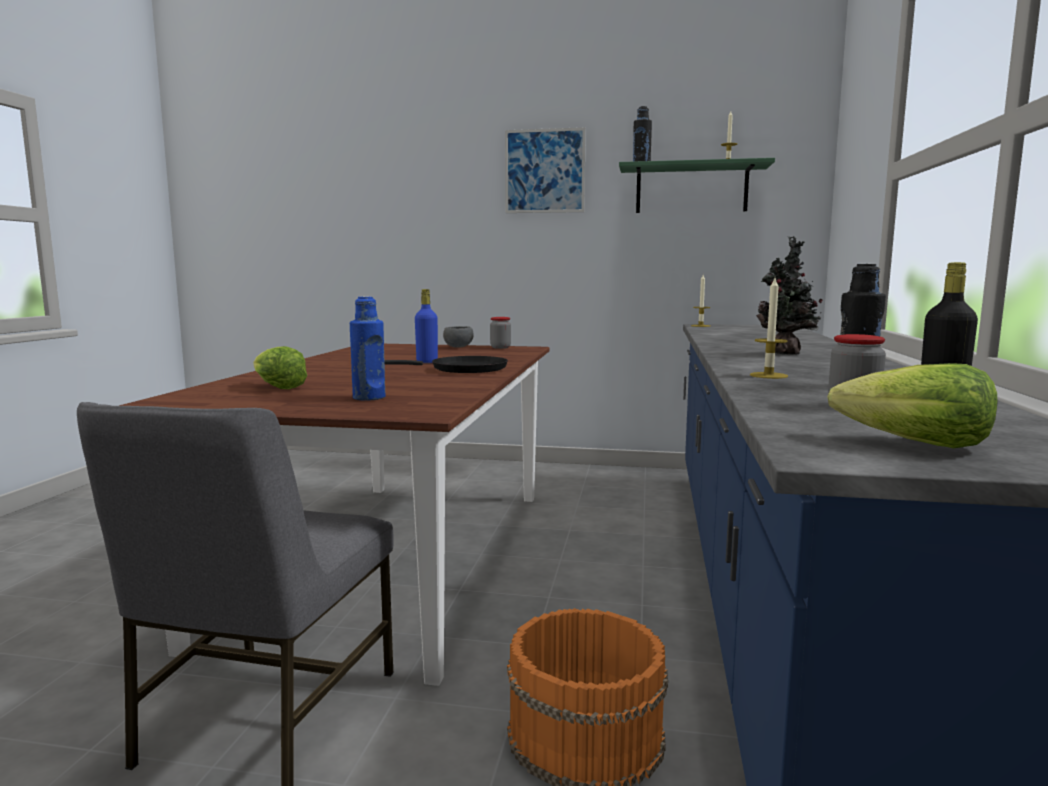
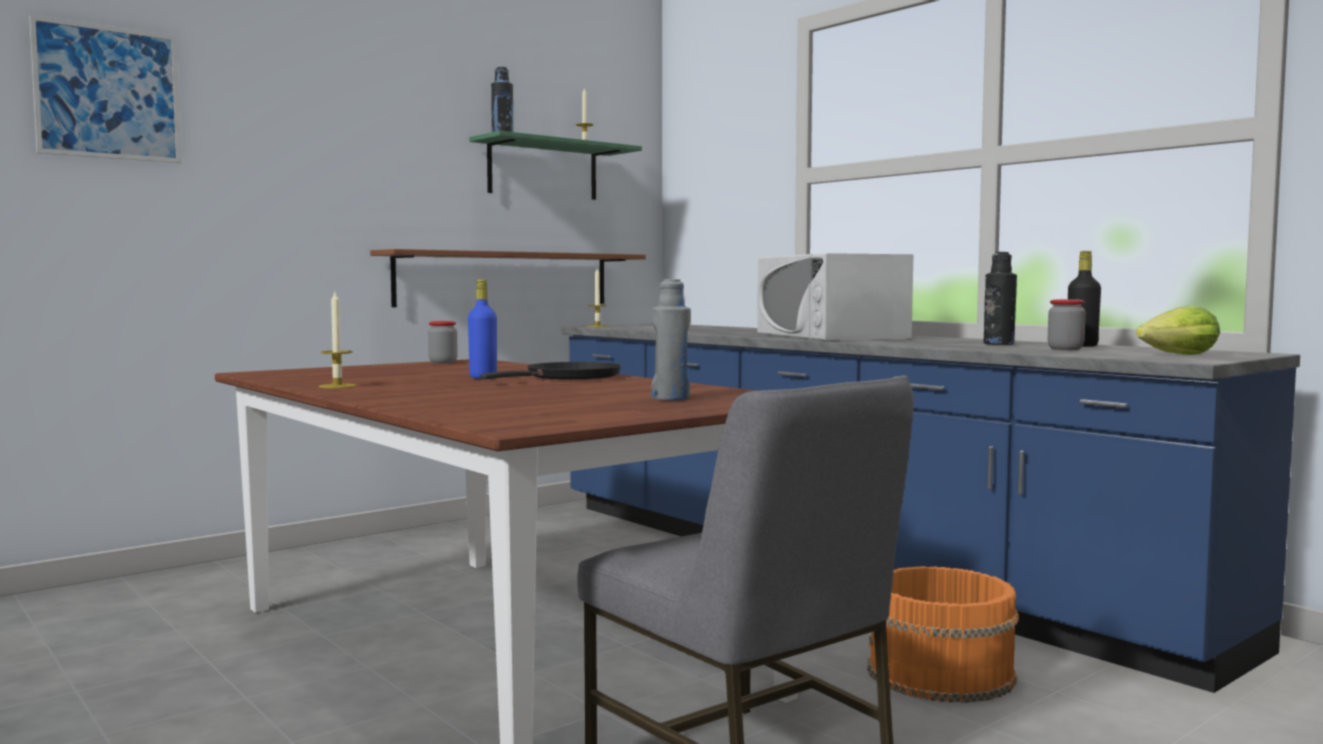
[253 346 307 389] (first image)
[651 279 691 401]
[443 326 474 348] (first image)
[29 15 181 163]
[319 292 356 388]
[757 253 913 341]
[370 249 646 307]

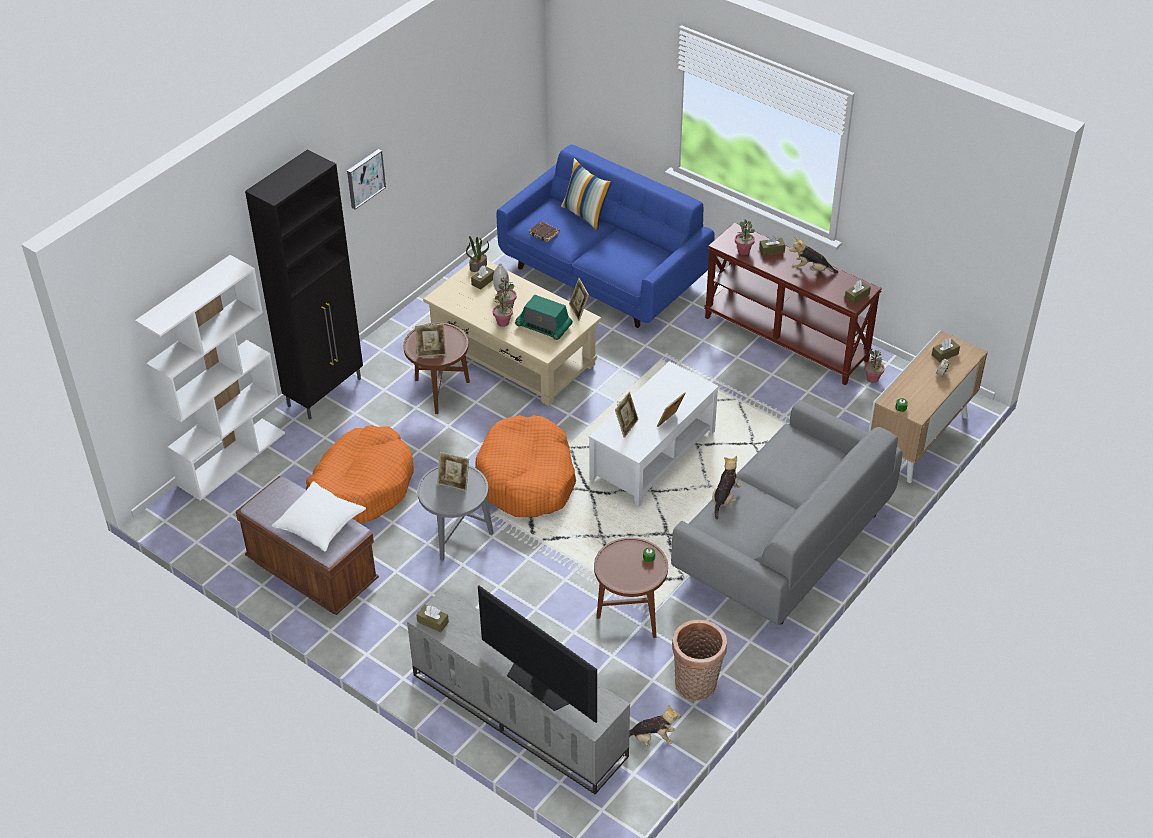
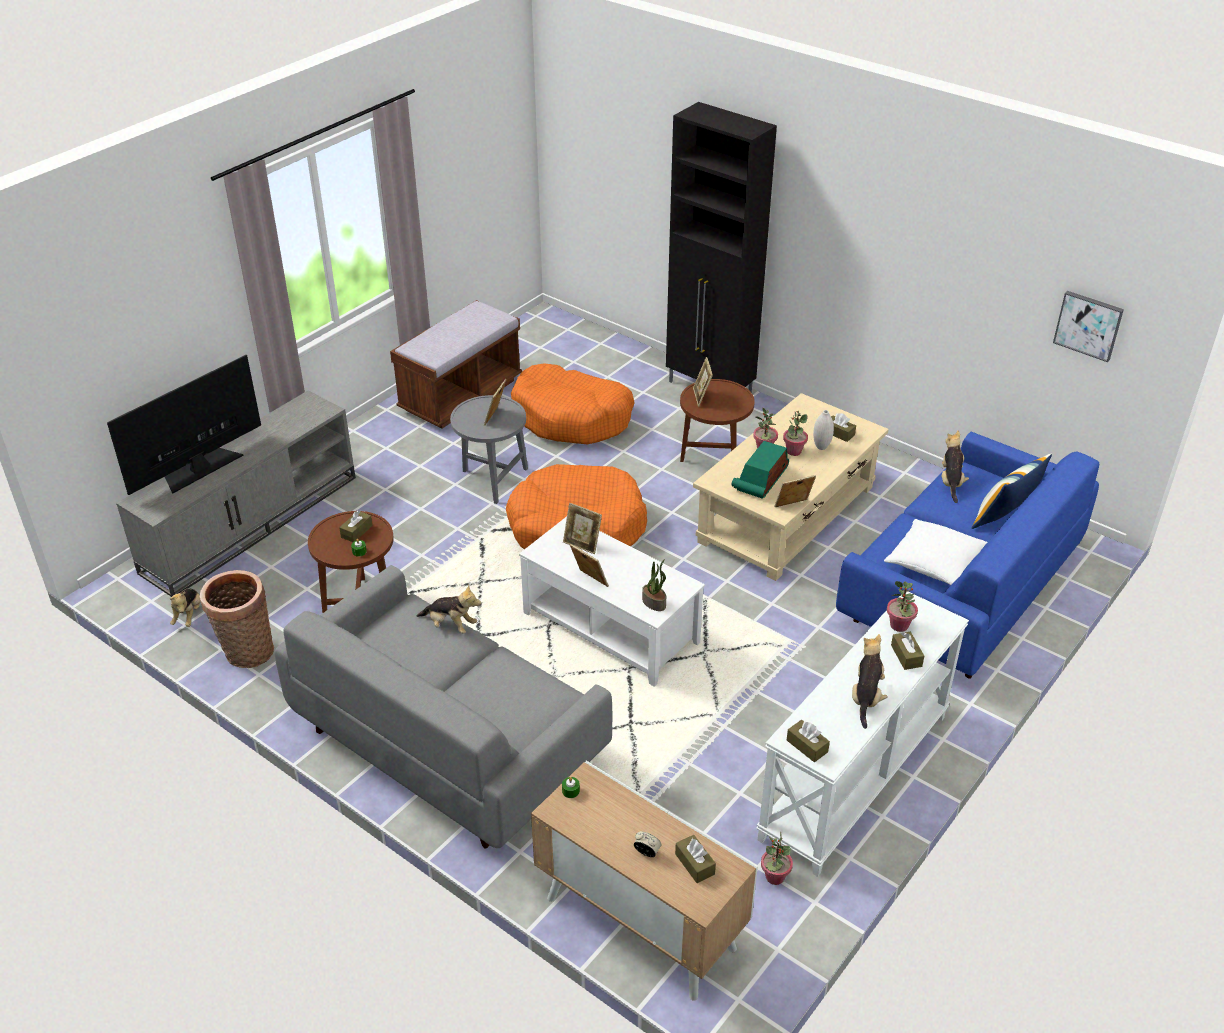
[135 255 285 501] (first image)
[884 519 987 585]
[1053 291 1124 362]
[339 510 373 542]
[642 559 666 611]
[941 430 969 503]
[756 591 969 877]

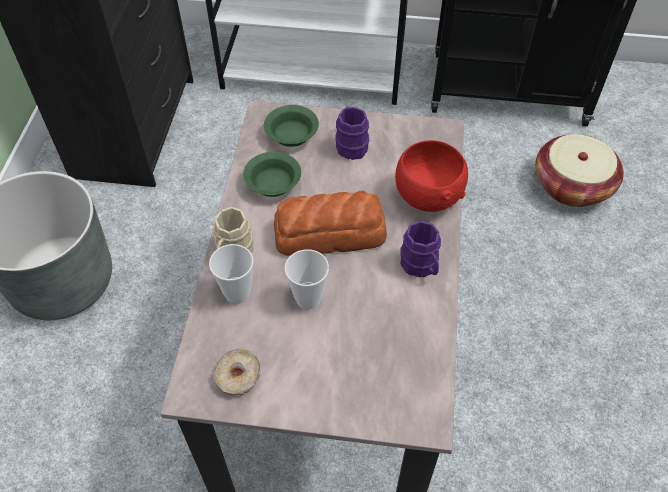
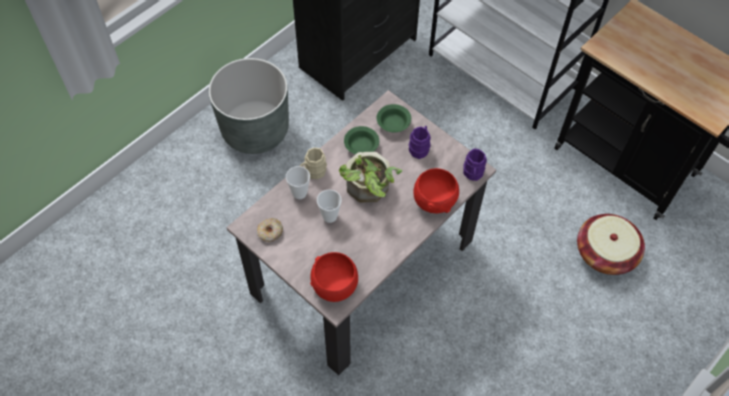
[339 152 403 203]
[463 149 487 181]
[310 252 358 302]

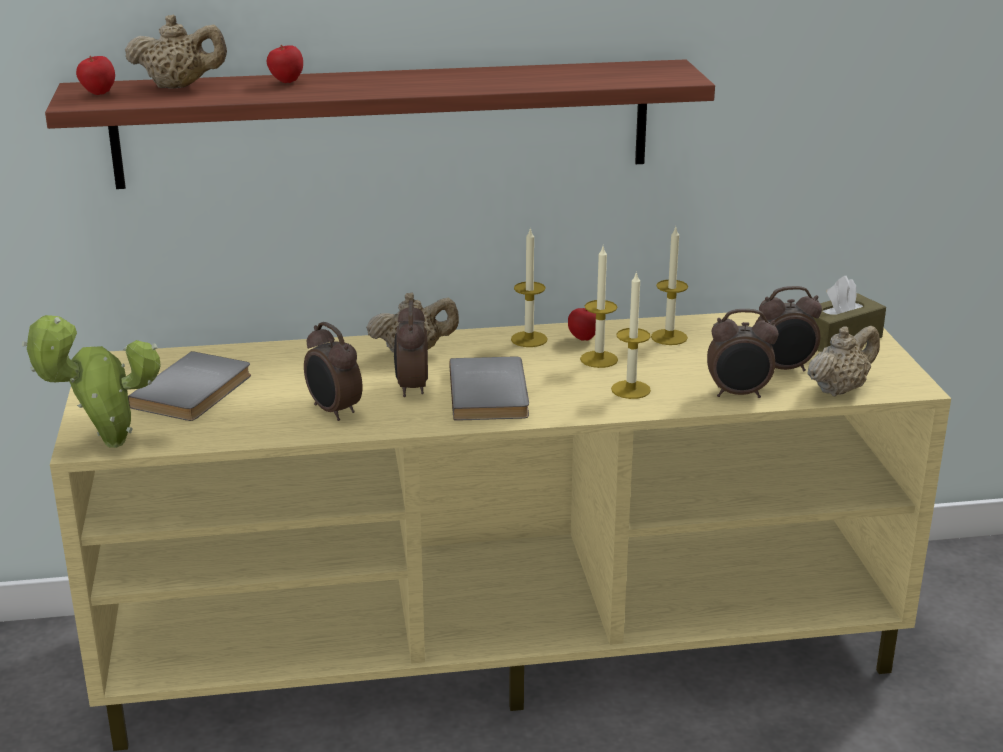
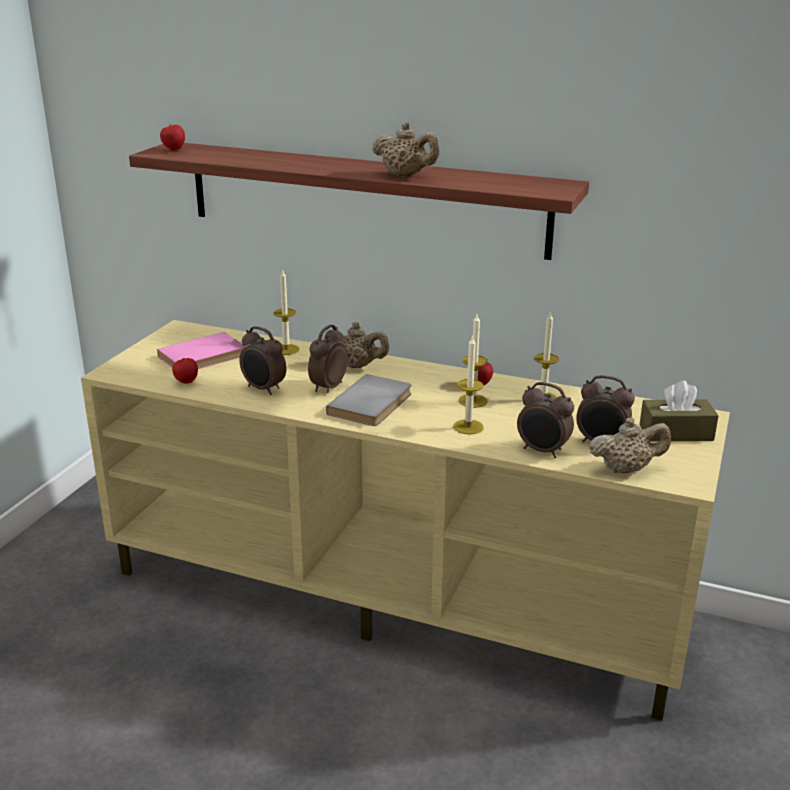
[22 315 161 448] (first image)
[372 122 439 176]
[157 332 246 369]
[172 358 198 384]
[239 326 286 395]
[274 269 299 355]

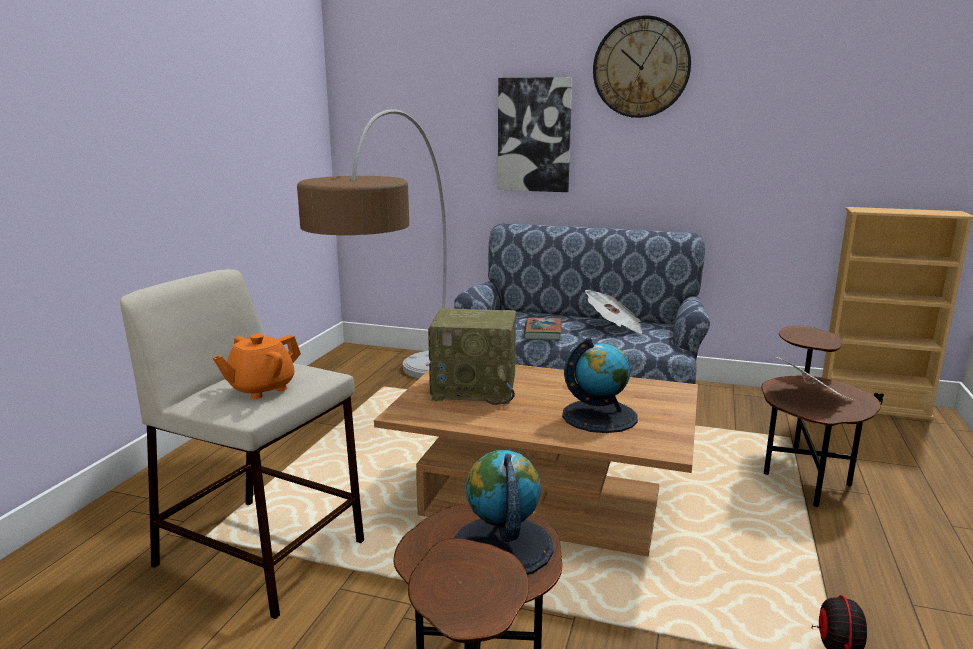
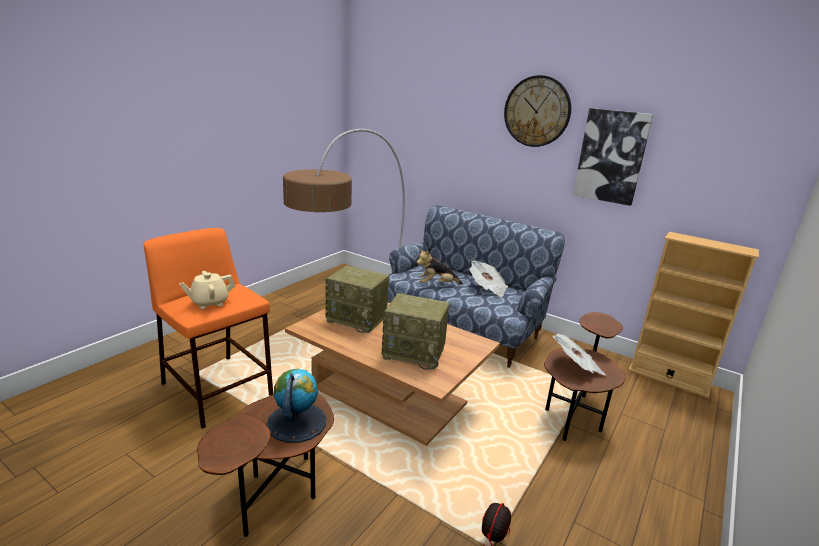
[144 228 273 429]
[179 271 235 309]
[573 108 653 206]
[416 249 463 284]
[382 293 450 370]

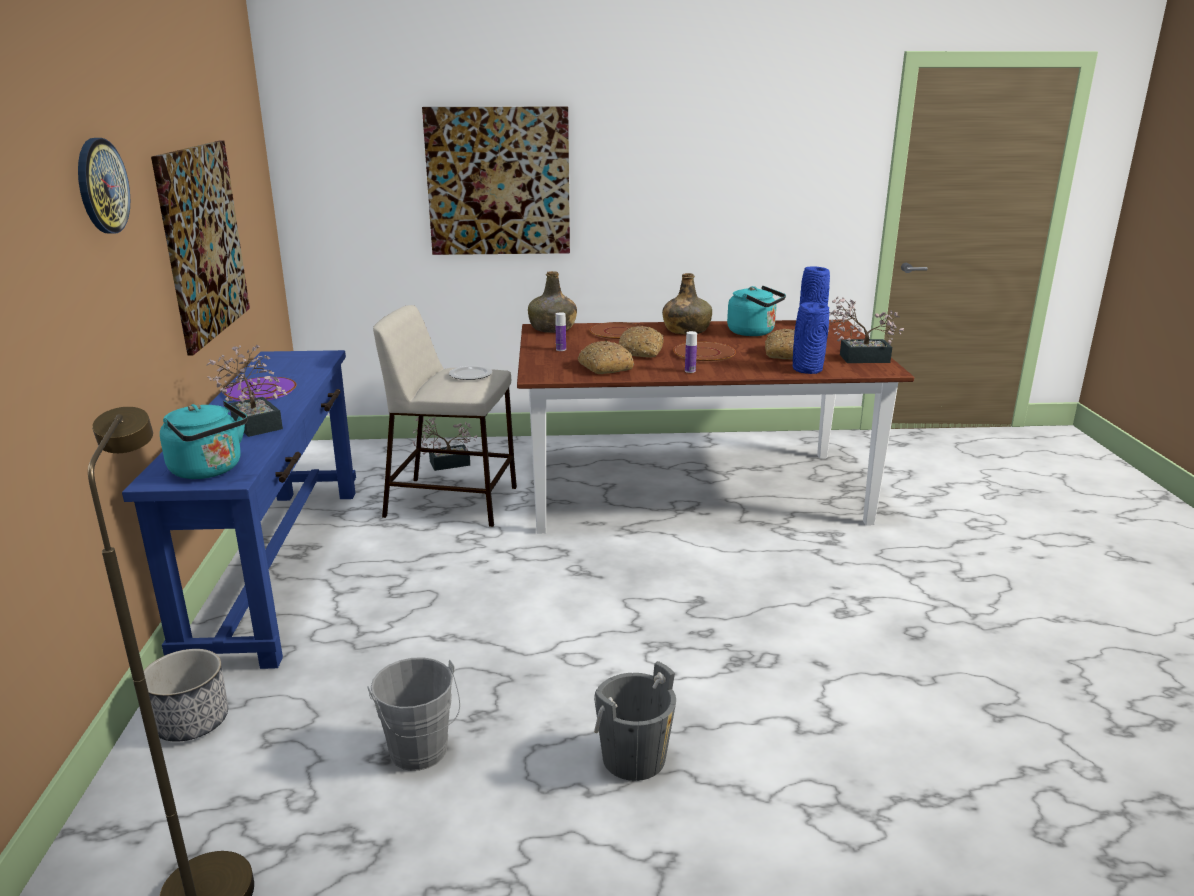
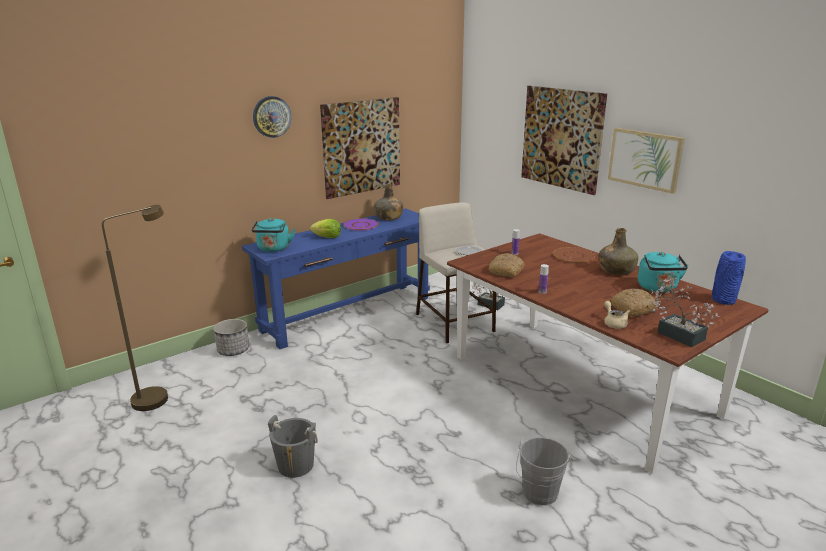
[310 219 341 238]
[516 437 571 506]
[374 184 403 220]
[619 326 664 357] (first image)
[673 342 736 362] (first image)
[604 301 630 329]
[608 128 685 194]

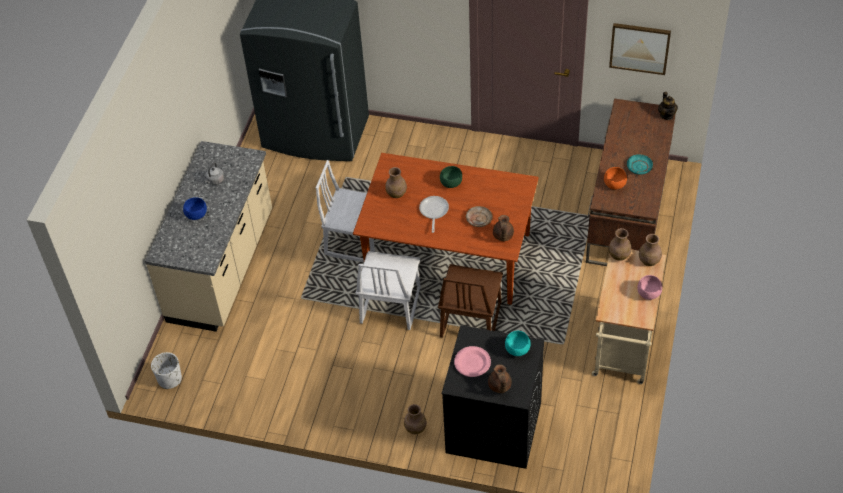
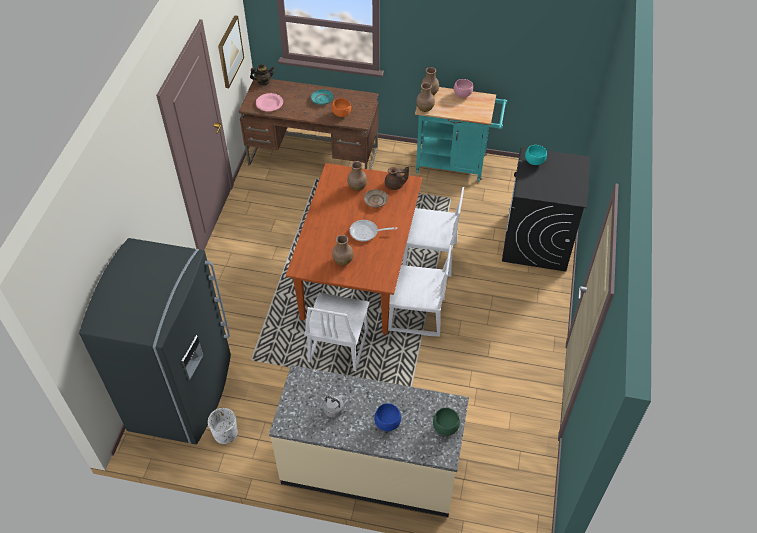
[208 408 238 444]
[347 161 367 191]
[403 187 464 277]
[433 408 460 436]
[256 93 283 111]
[488 364 512 393] (first image)
[415 87 507 182]

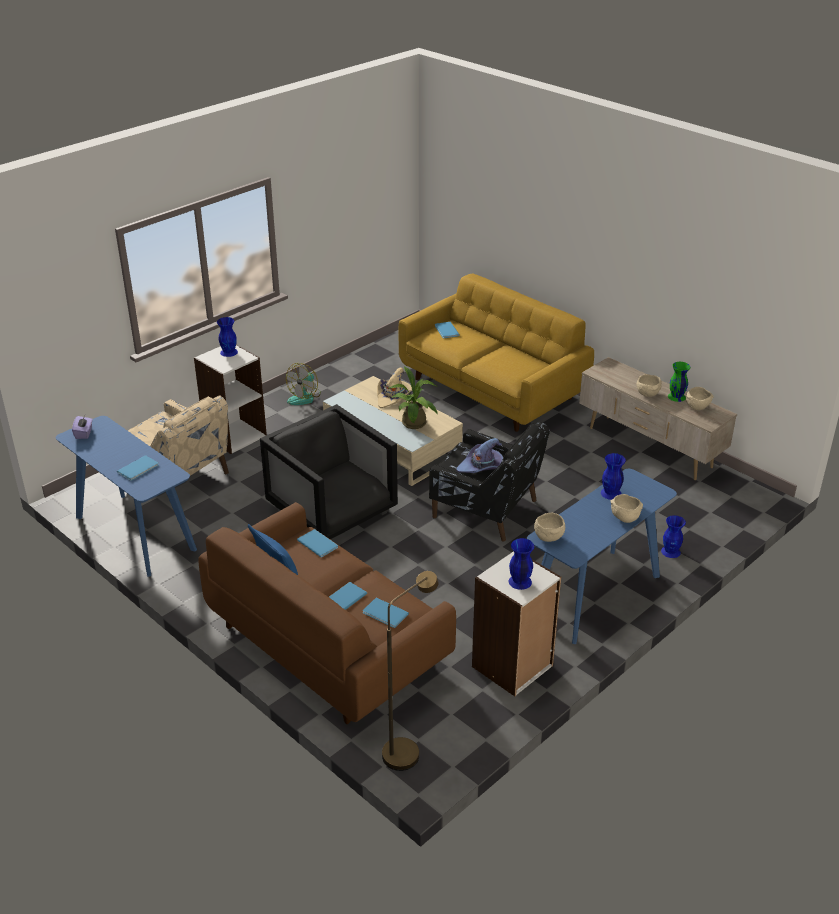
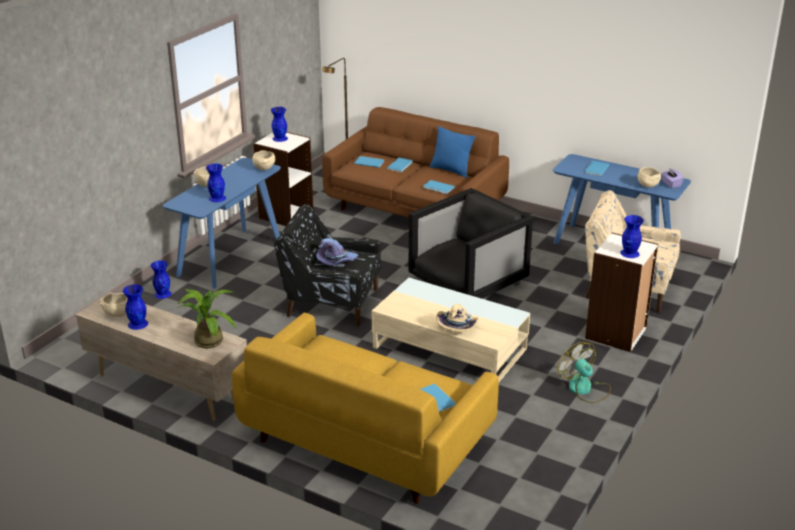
[409 188 533 299]
[557 342 611 403]
[177 289 236 348]
[637 167 661 188]
[123 284 148 330]

